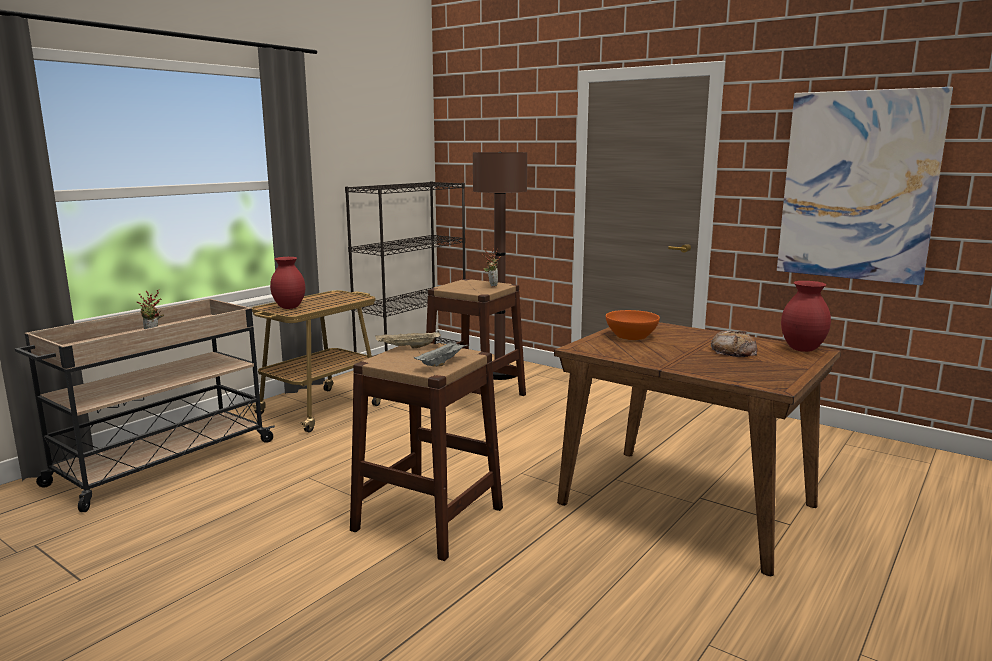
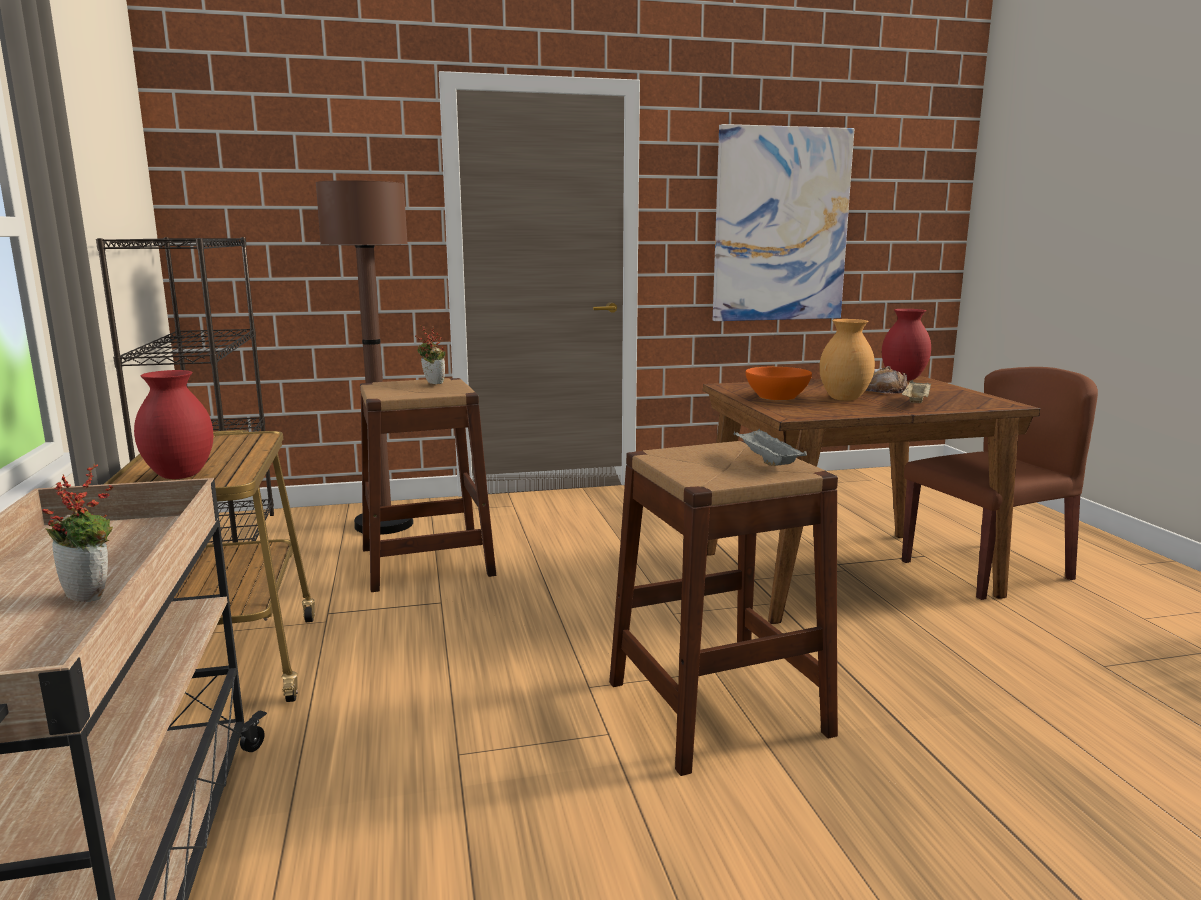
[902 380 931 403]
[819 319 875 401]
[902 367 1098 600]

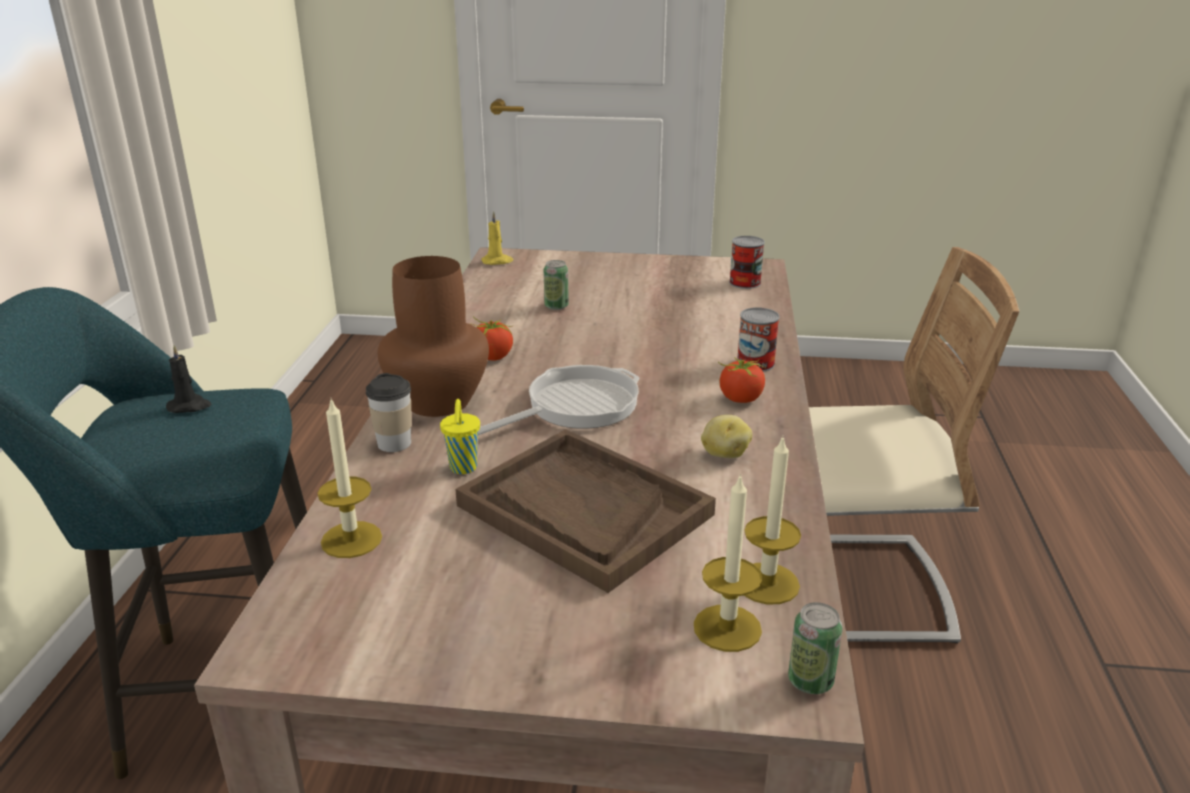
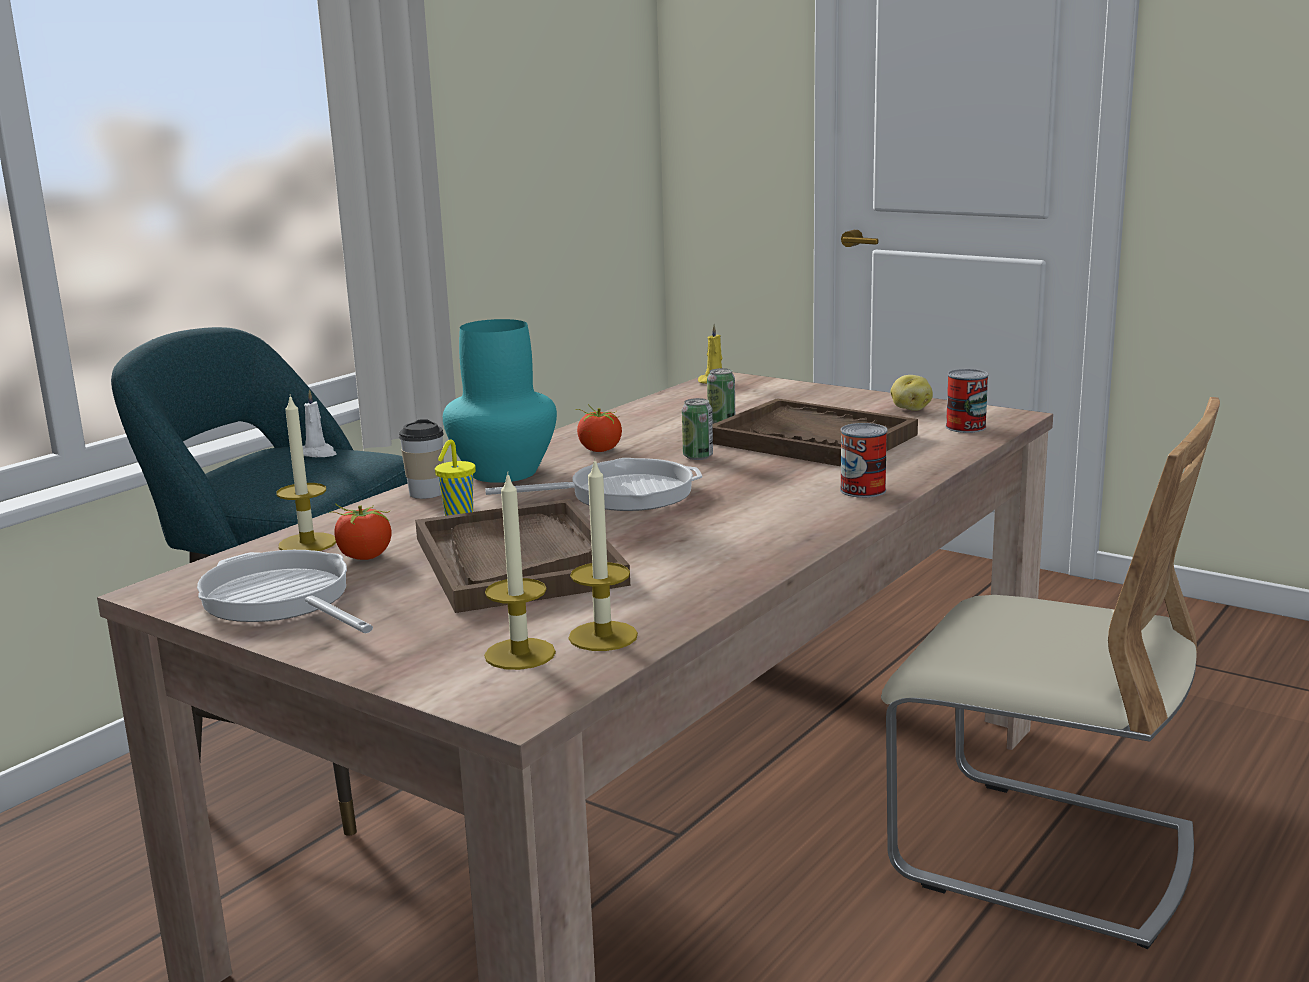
[303 389 337 457]
[443 319 557 483]
[891 375 933 411]
[329 503 392 560]
[682 398 713 460]
[197 550 373 633]
[712 398 918 466]

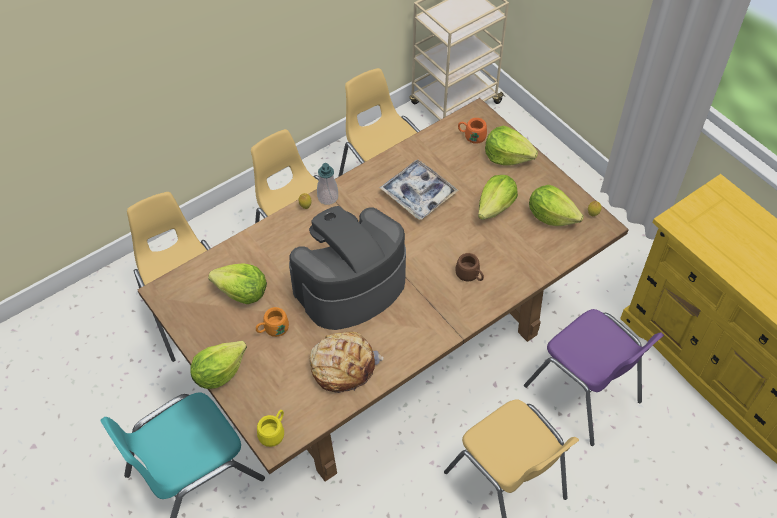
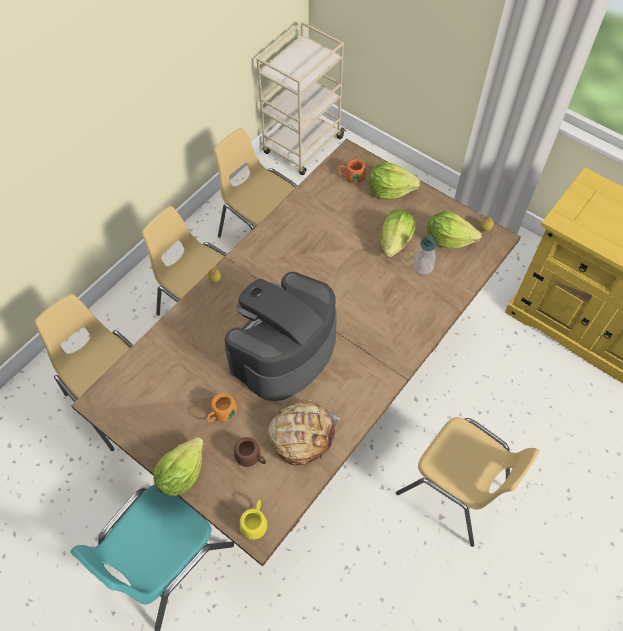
[208 263 267 304] (first image)
[413 235 437 275]
[380 159 459 220] (first image)
[234 437 266 467]
[524 309 664 446] (first image)

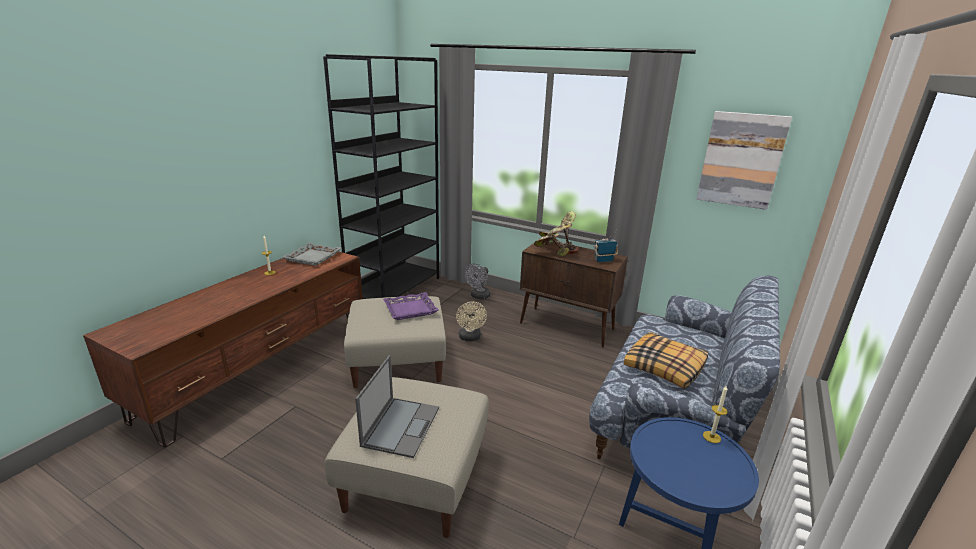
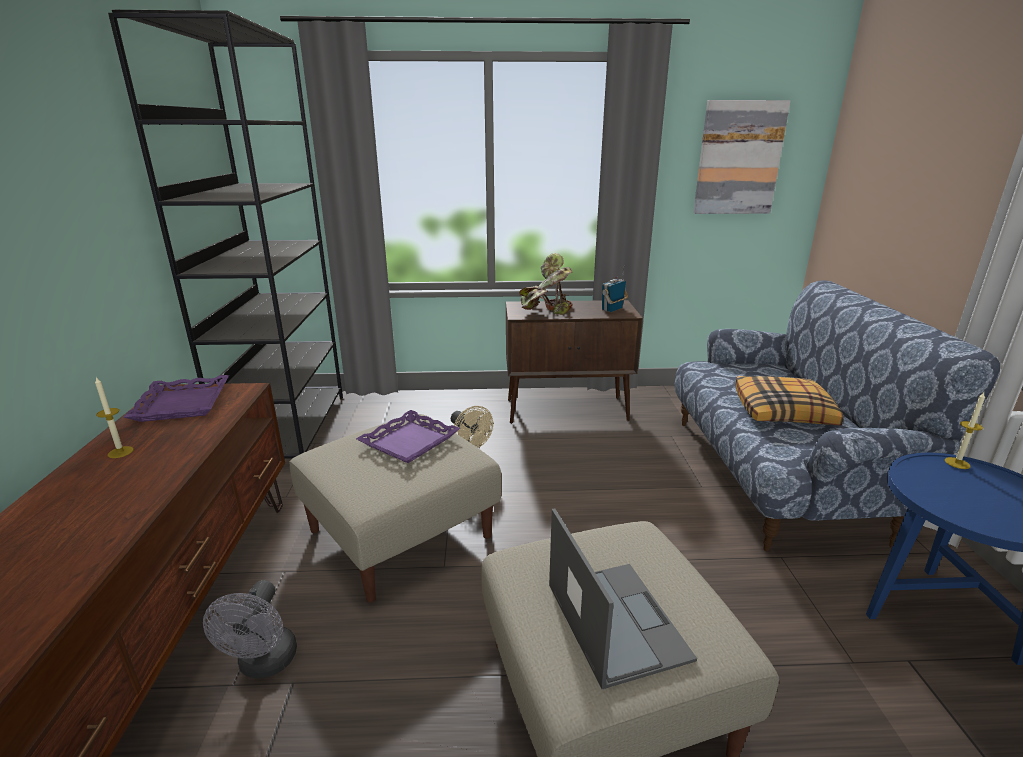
[124 375 229 422]
[203 580 297 678]

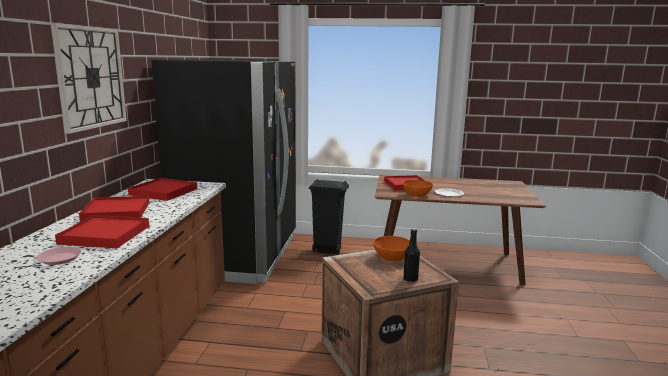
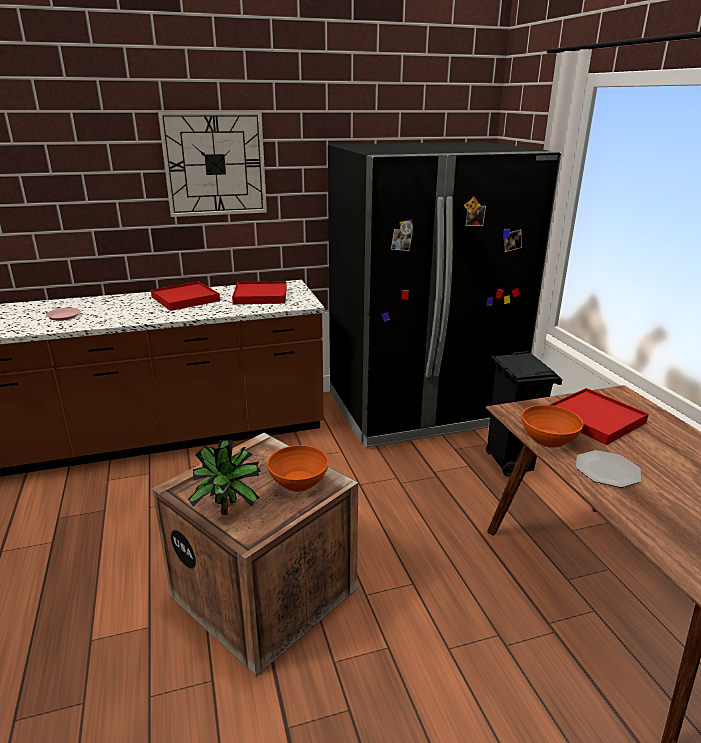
[55 215 149 248] (first image)
[188 440 261 515]

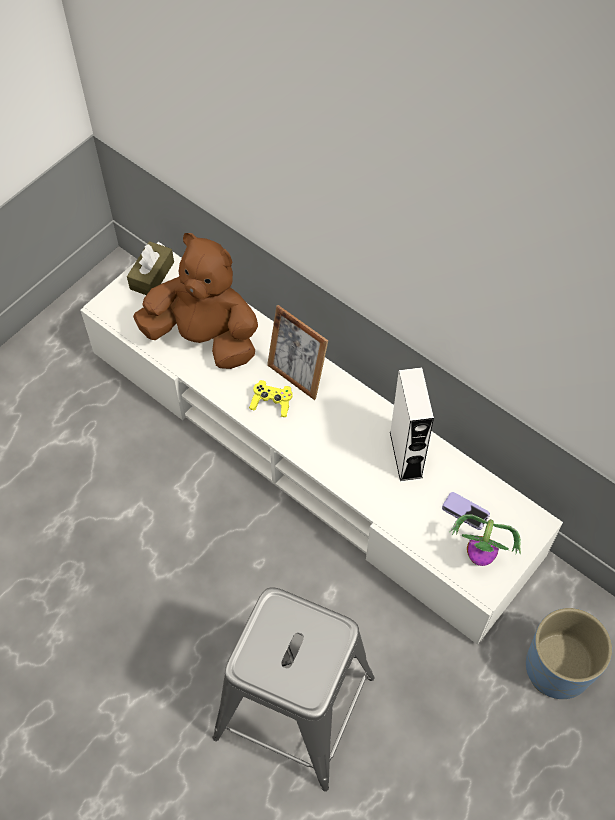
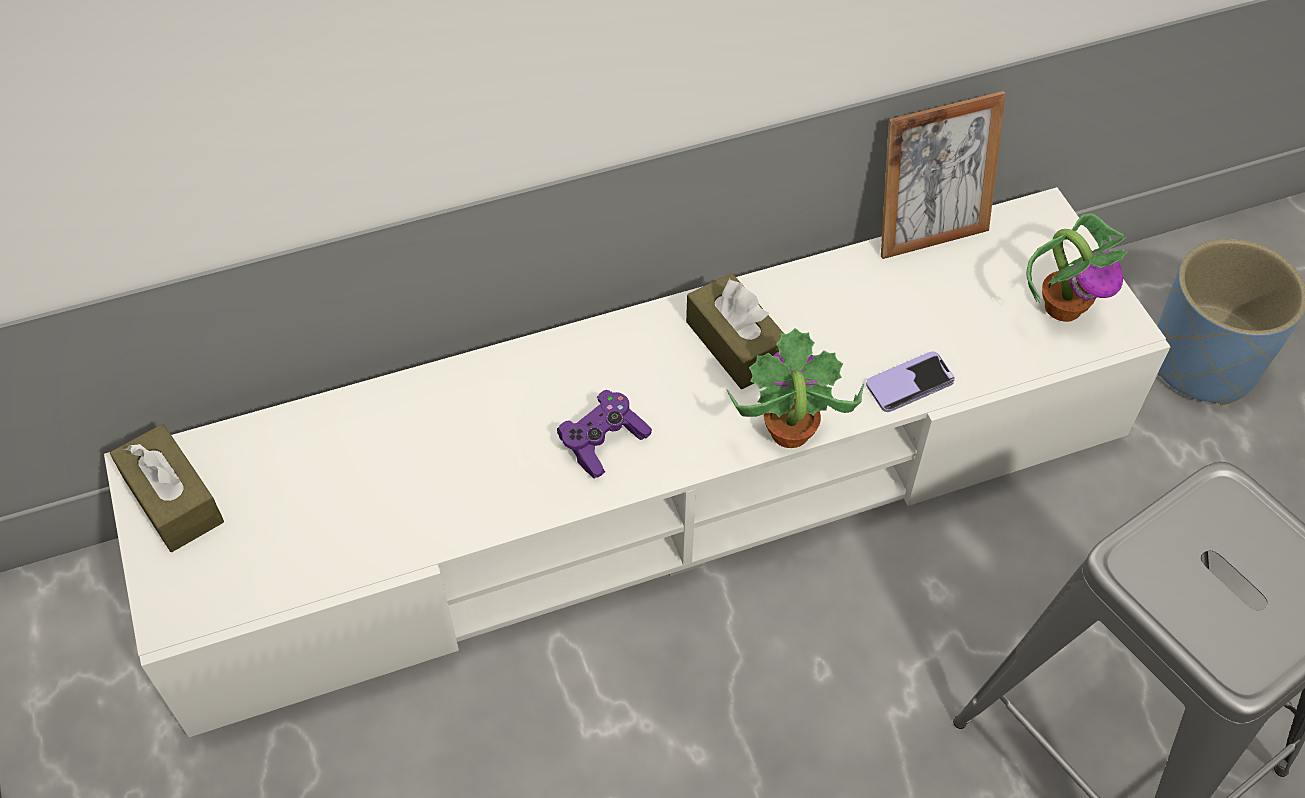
[133 233 258 369] (first image)
[557 390 652 479]
[881 91 1006 259]
[390 367 434 481] (first image)
[866 351 955 412]
[686 273 784 389]
[726 328 864 448]

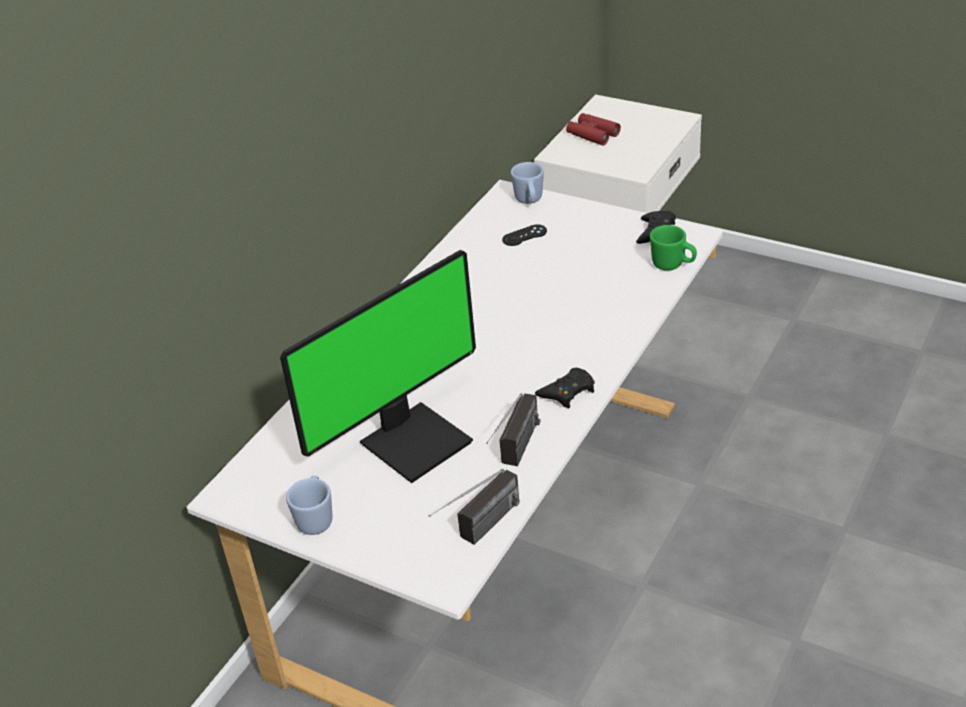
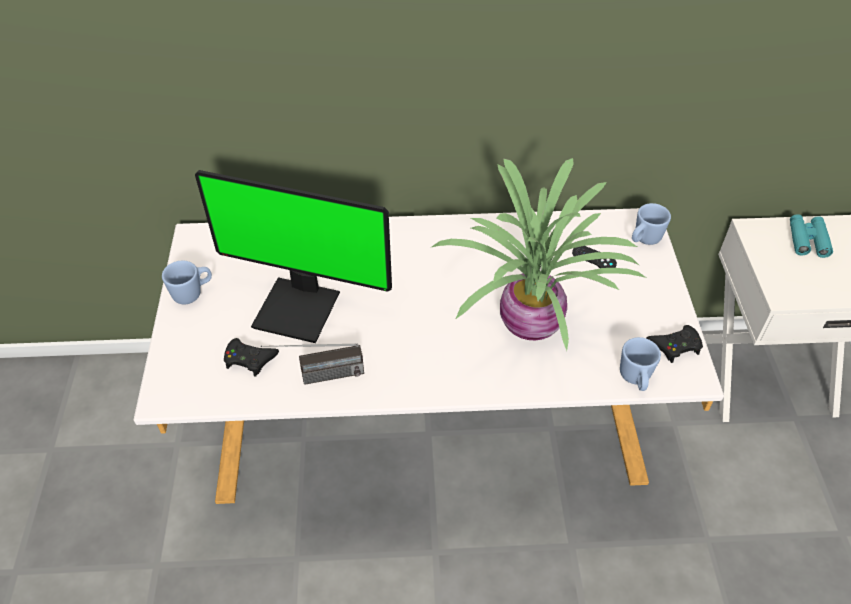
[429 469 520 545] (first image)
[224 338 279 377]
[790 214 833 258]
[620 337 661 391]
[430 158 646 350]

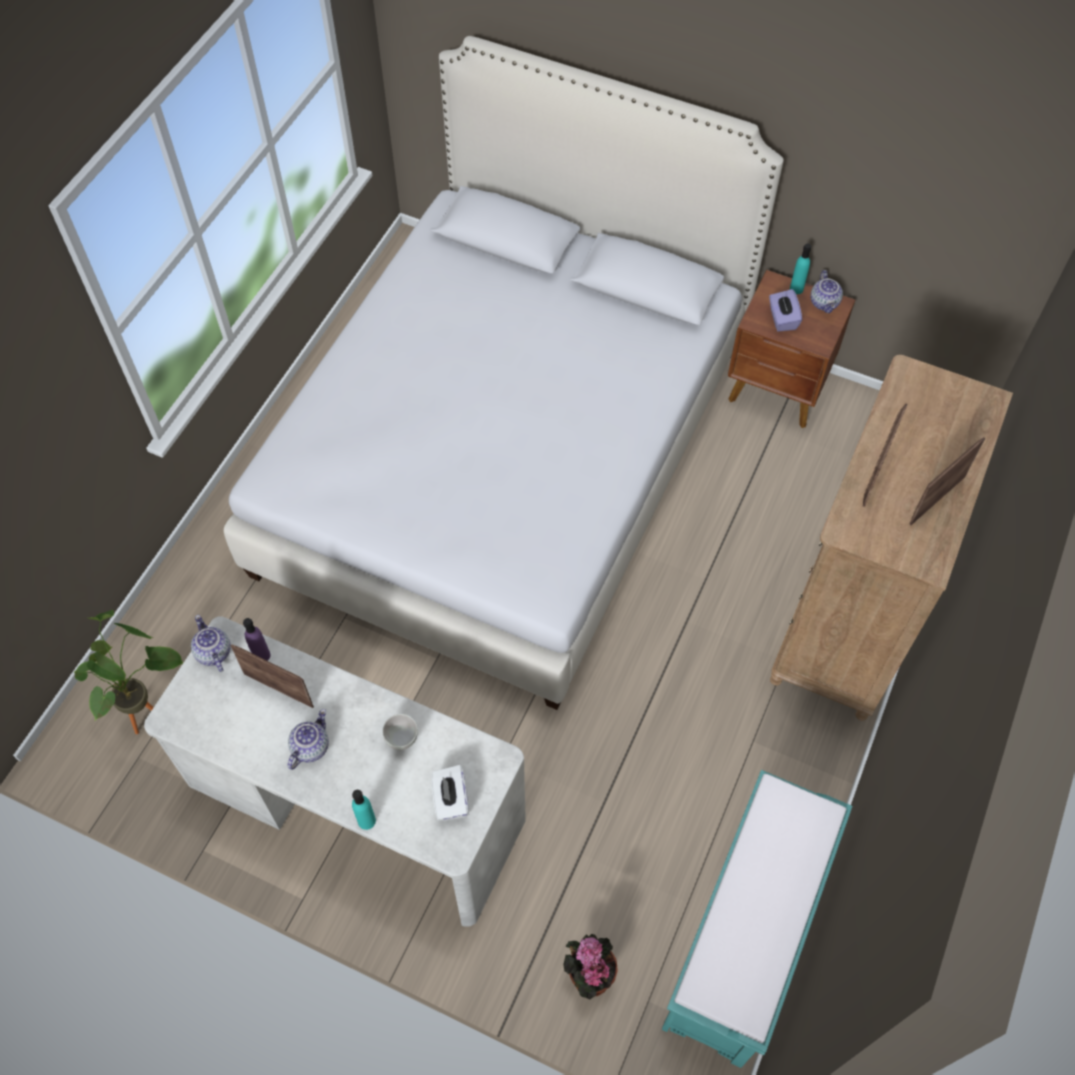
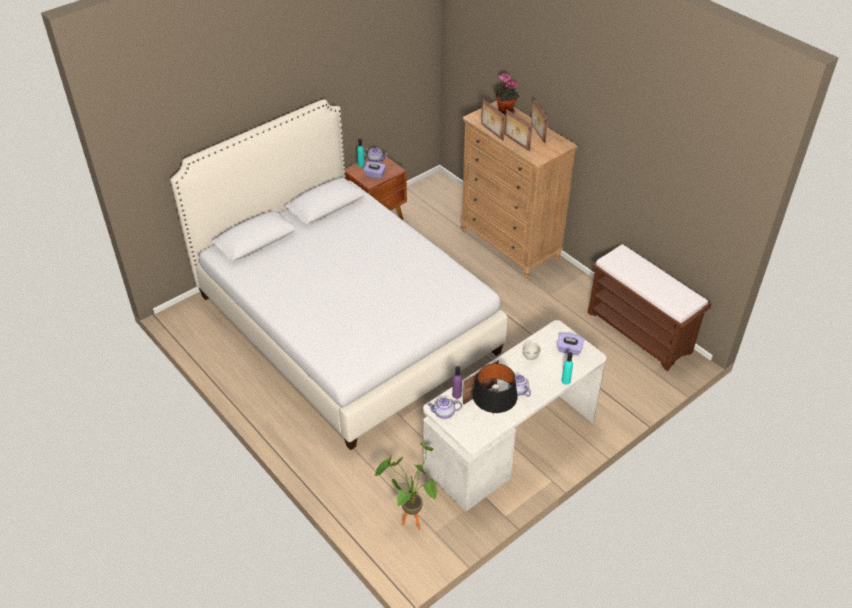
[557 333 584 355]
[494 73 519 116]
[587 244 712 371]
[472 363 518 415]
[481 99 505 141]

